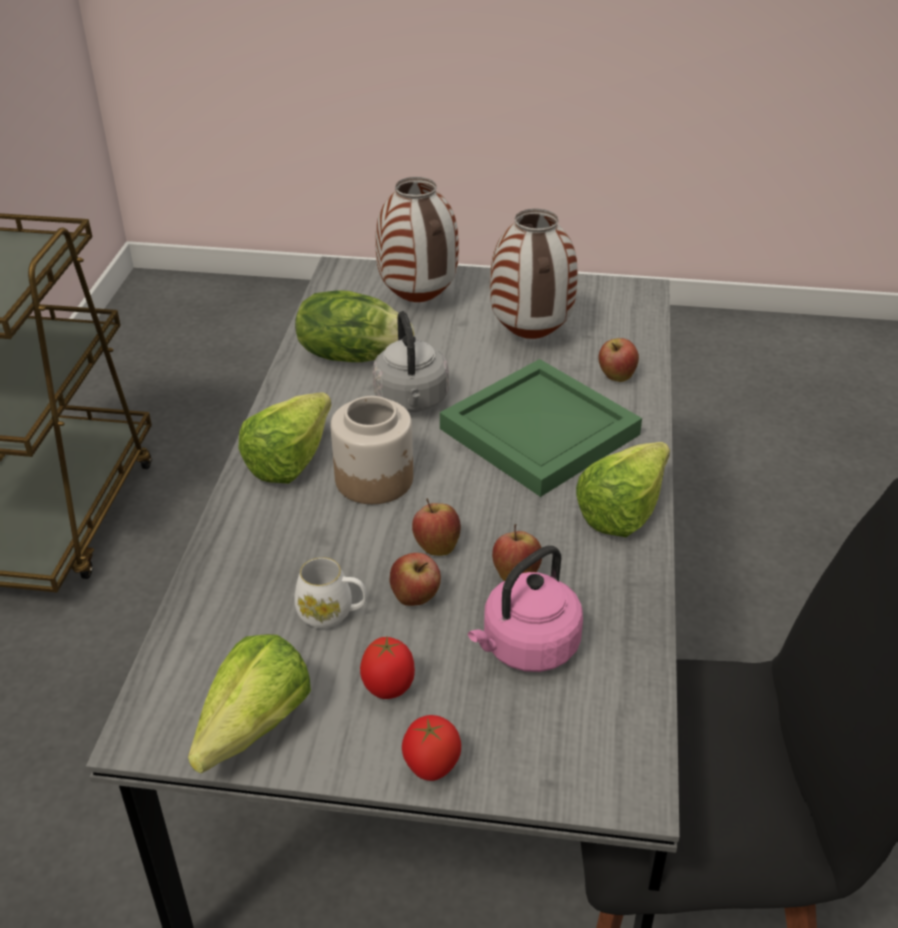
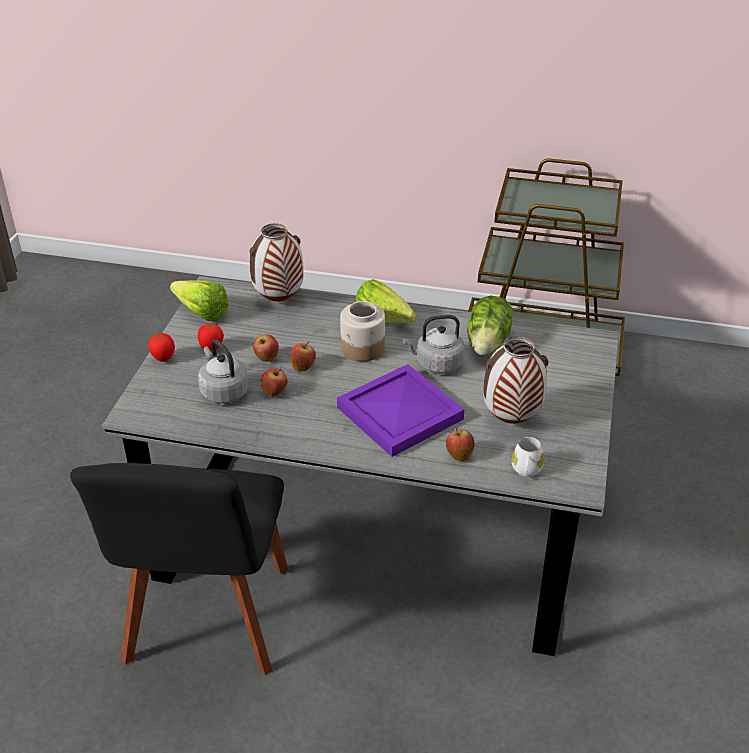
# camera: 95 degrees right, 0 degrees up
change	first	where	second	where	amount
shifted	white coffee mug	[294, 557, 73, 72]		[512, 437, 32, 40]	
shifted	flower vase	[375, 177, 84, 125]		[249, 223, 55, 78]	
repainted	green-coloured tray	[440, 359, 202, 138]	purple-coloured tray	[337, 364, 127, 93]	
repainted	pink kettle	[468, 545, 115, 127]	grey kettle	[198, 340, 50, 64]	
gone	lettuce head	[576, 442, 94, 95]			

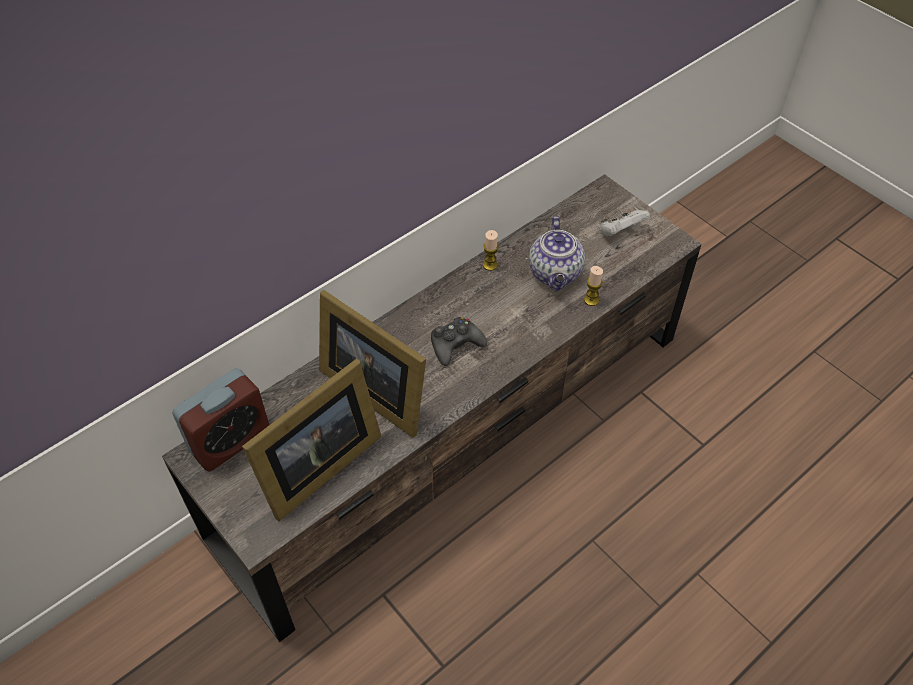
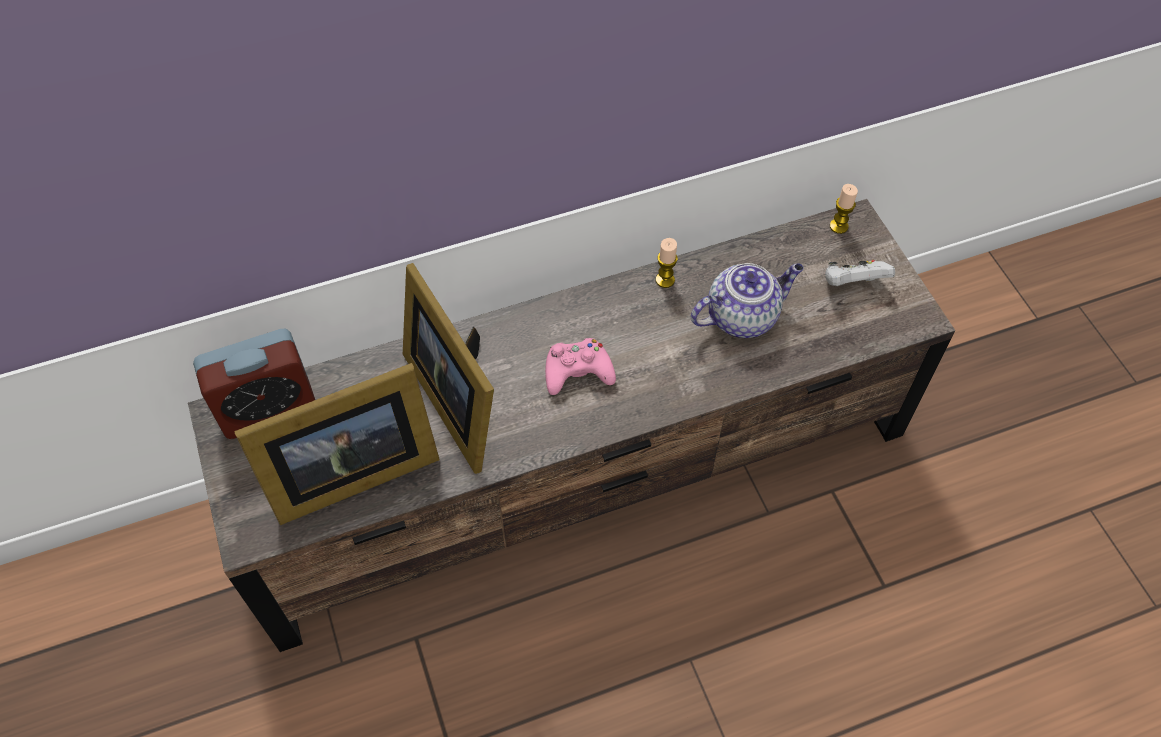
# camera: 20 degrees right, 5 degrees up
change	first	where	second	where	amount
repainted	black joypad	[431, 317, 56, 49]	pink joypad	[545, 338, 71, 57]	
rotated	tea pot	[529, 217, 56, 74]		[691, 263, 113, 75]	135 degrees counterclockwise
shifted	candle	[584, 266, 19, 40]		[830, 184, 28, 50]	

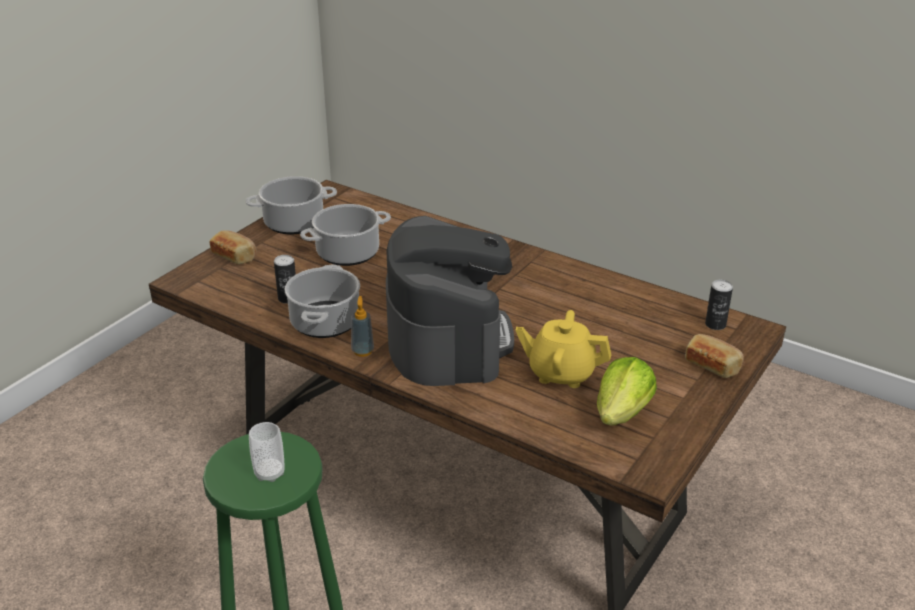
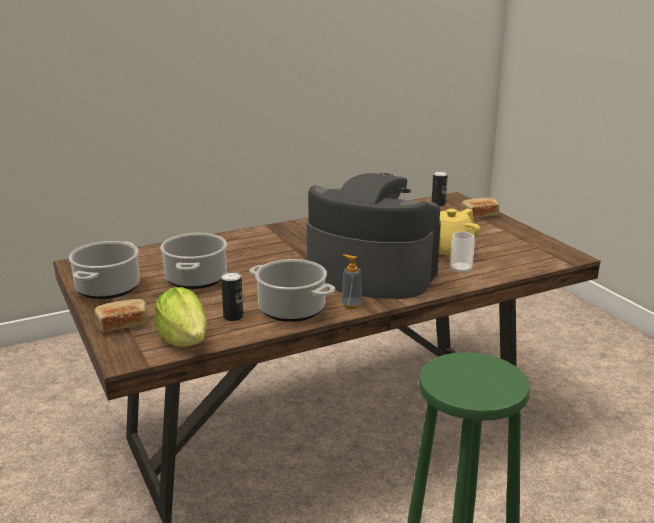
# camera: 60 degrees left, 10 degrees down
change	first	where	second	where	amount
shifted	drinking cup	[249, 422, 36, 60]		[450, 232, 25, 43]	
shifted	lettuce head	[597, 357, 60, 68]		[155, 287, 51, 60]	

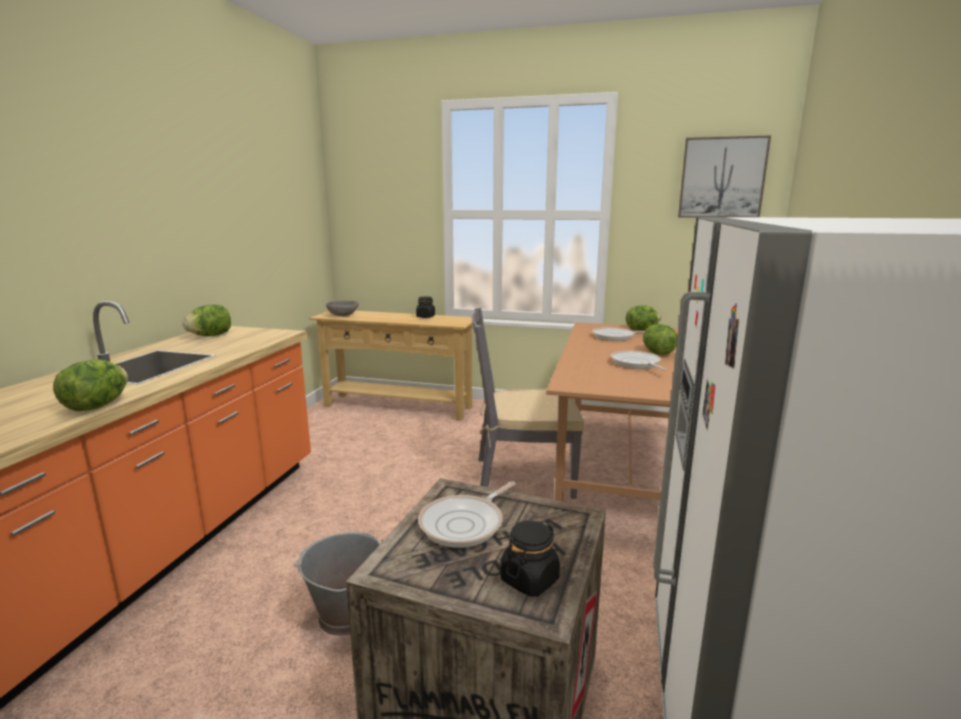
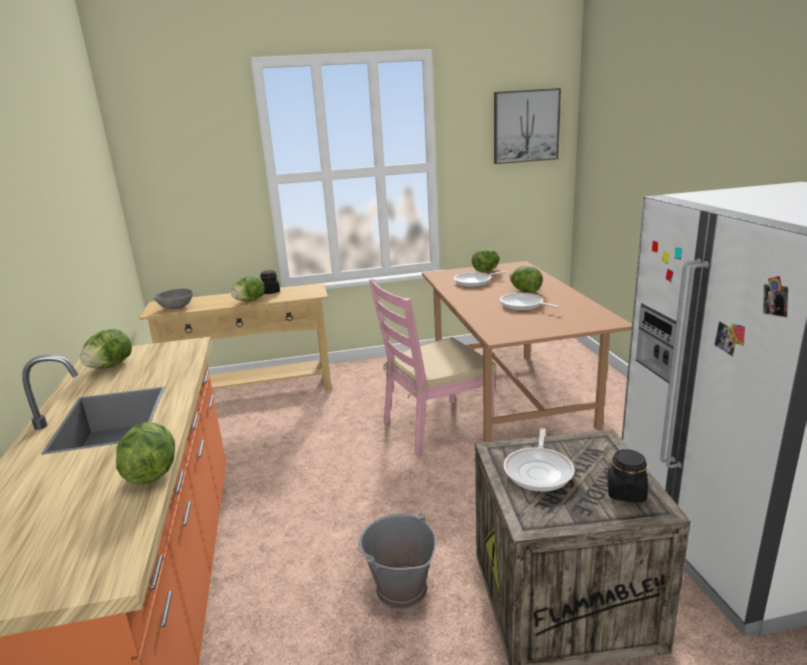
# camera: 25 degrees left, 5 degrees up
change	first	where	second	where	amount
repainted	grey upright chair	[472, 308, 112, 191]	pink upright chair	[369, 278, 127, 179]	
new			lettuce head	[231, 276, 34, 26]	

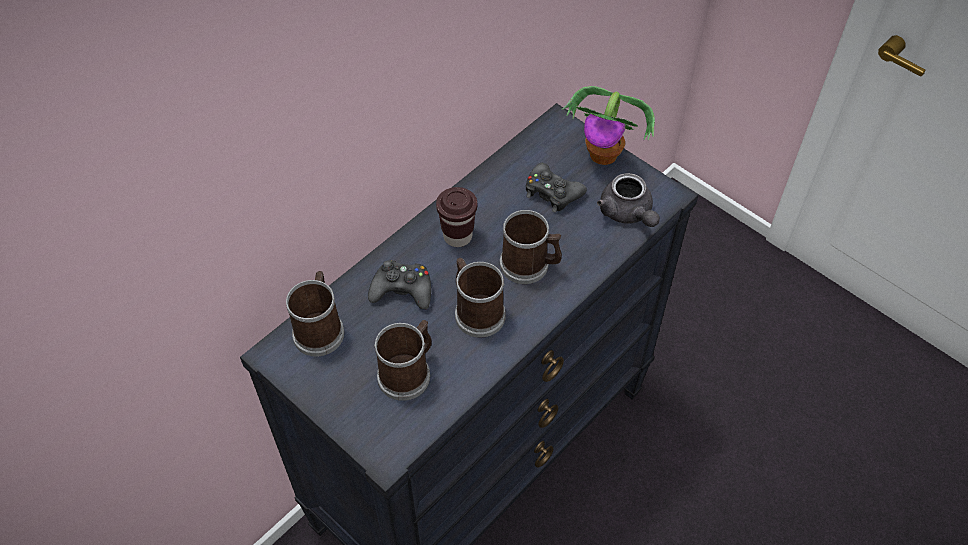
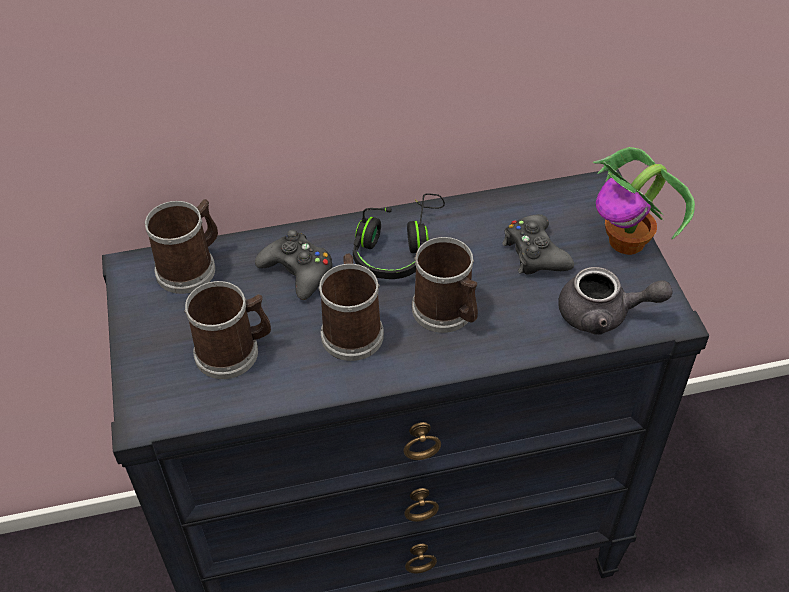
# camera: 35 degrees right, 5 degrees down
change	first	where	second	where	amount
swapped	brownish drinking cup	[436, 187, 41, 60]	black headset	[353, 193, 92, 86]	
rotated	grey tea pot	[597, 173, 63, 54]		[558, 267, 115, 68]	90 degrees counterclockwise

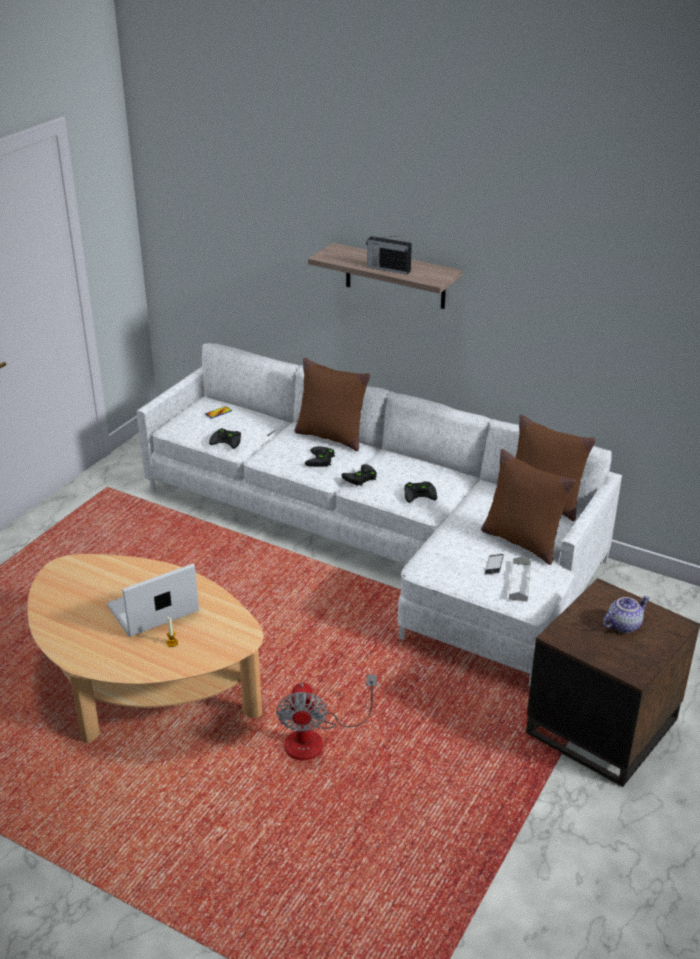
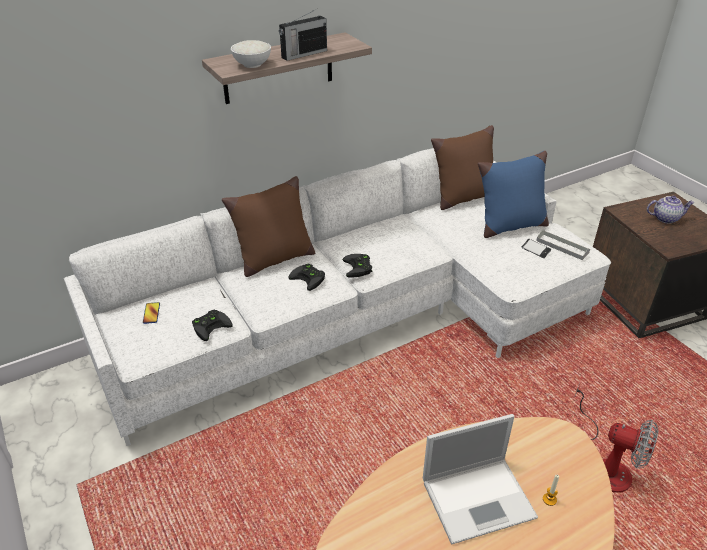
# camera: 60 degrees left, 5 degrees up
change	first	where	second	where	amount
rotated	laptop	[107, 564, 92, 73]		[423, 414, 115, 130]	105 degrees counterclockwise
gone	black joypad	[404, 481, 33, 22]			
repainted	brownish cushion	[481, 449, 95, 116]	blue cushion	[478, 151, 71, 87]	
rotated	tea pot	[603, 596, 47, 37]		[647, 196, 48, 28]	90 degrees clockwise
new			white bowl	[231, 40, 40, 28]	

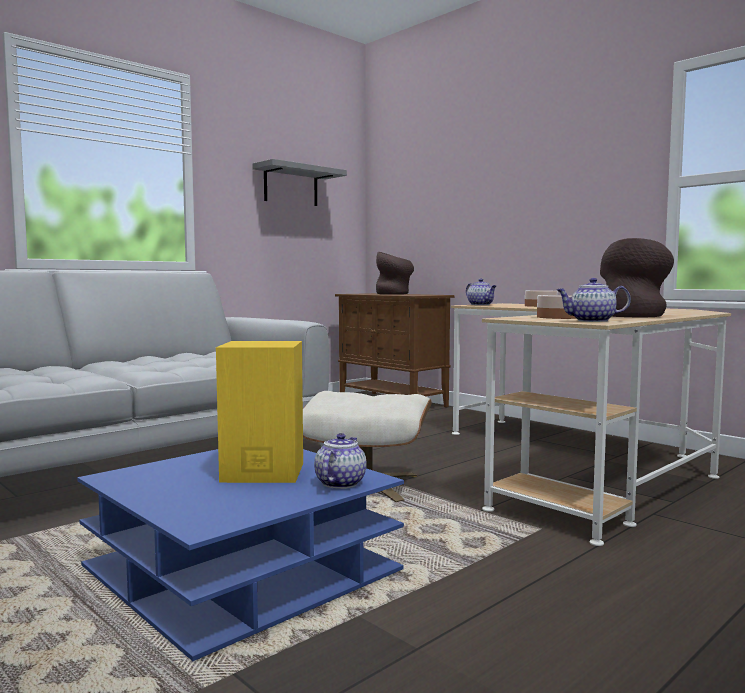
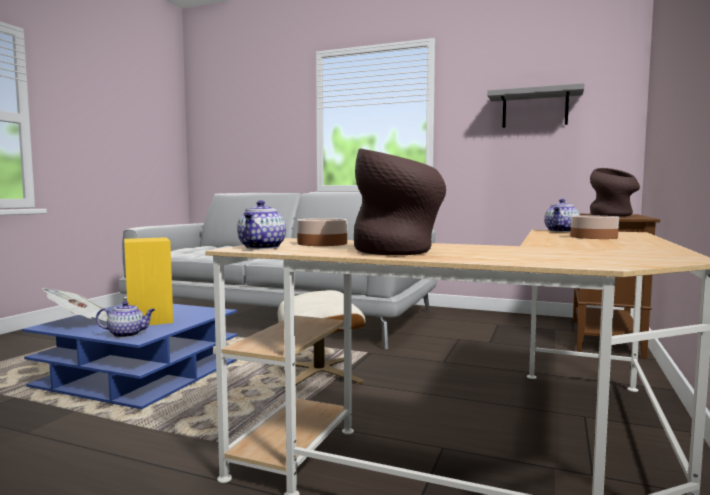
# camera: 65 degrees right, 0 degrees up
change	first	where	second	where	amount
rotated	tea pot	[557, 278, 74, 44]		[237, 200, 49, 49]	150 degrees counterclockwise
new			daily paper	[42, 288, 66, 33]	

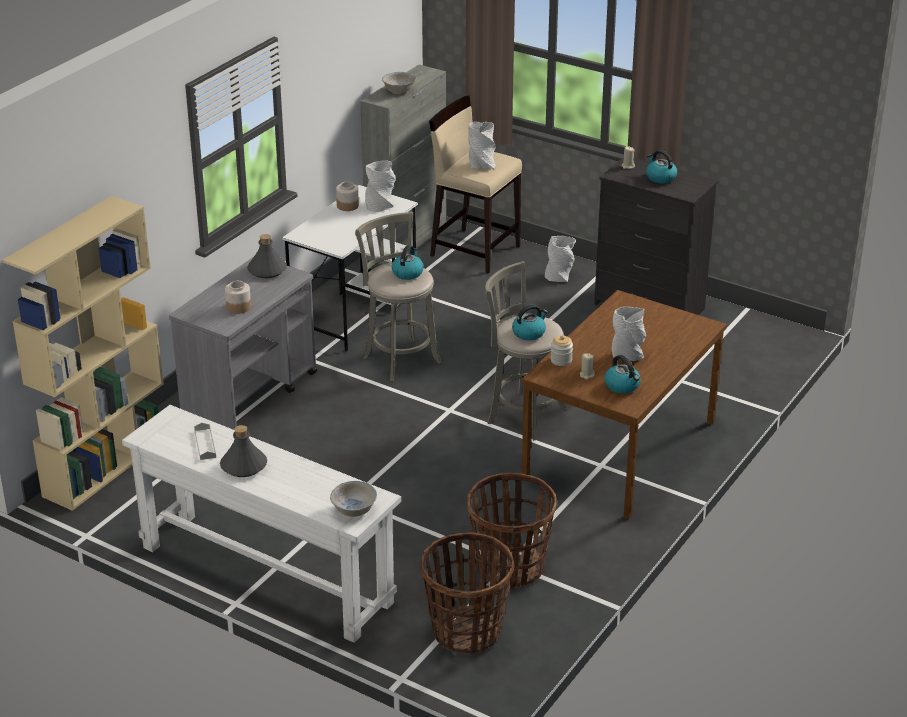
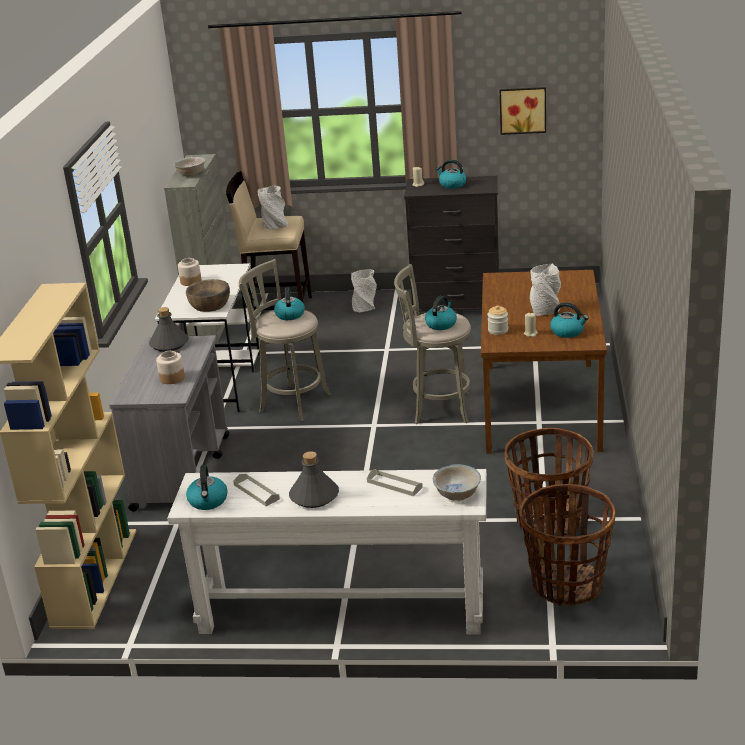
# camera: 25 degrees left, 5 degrees down
change	first	where	second	where	amount
gone	grey flower vase	[365, 160, 30, 52]			
new			brownish bowl	[186, 279, 44, 33]	
new			kettle	[186, 465, 42, 45]	
new			grey tray	[367, 469, 56, 27]	
new			wall art	[500, 87, 46, 48]	

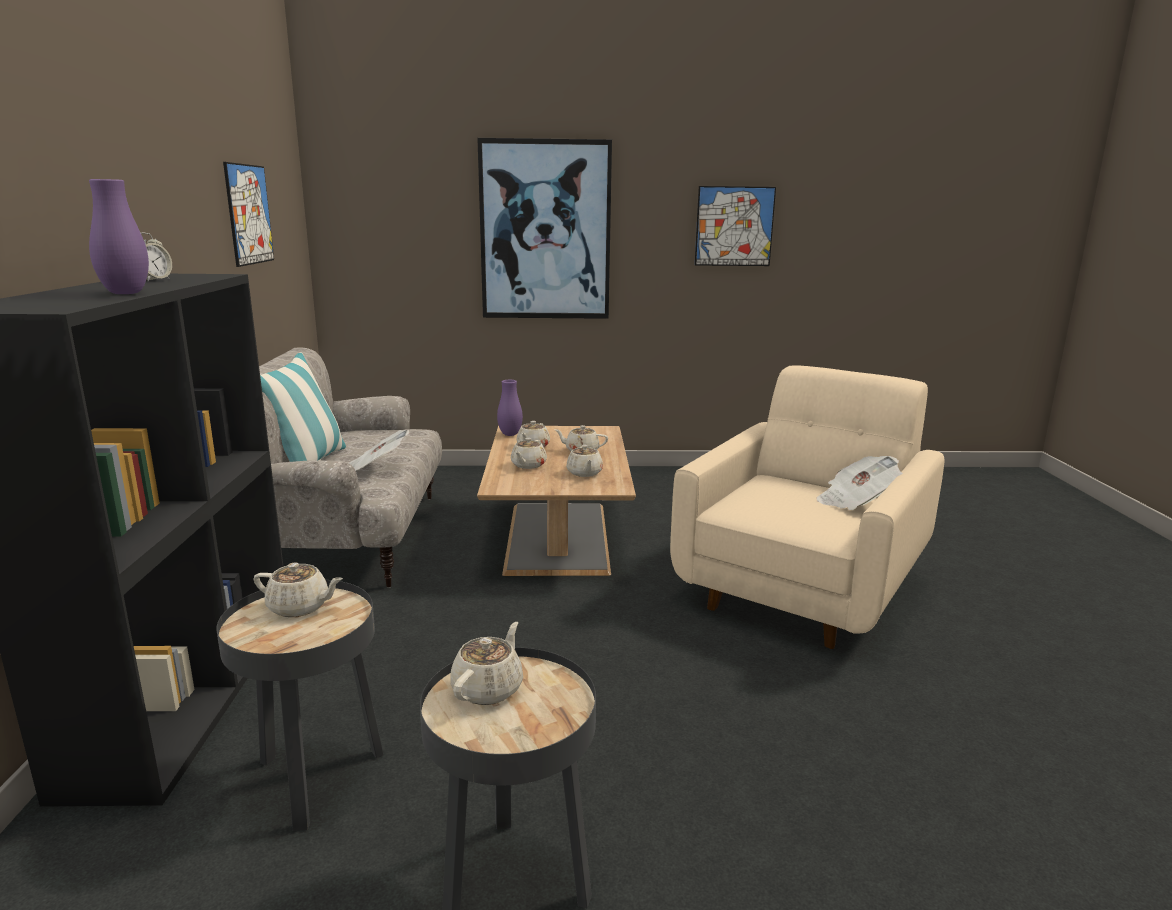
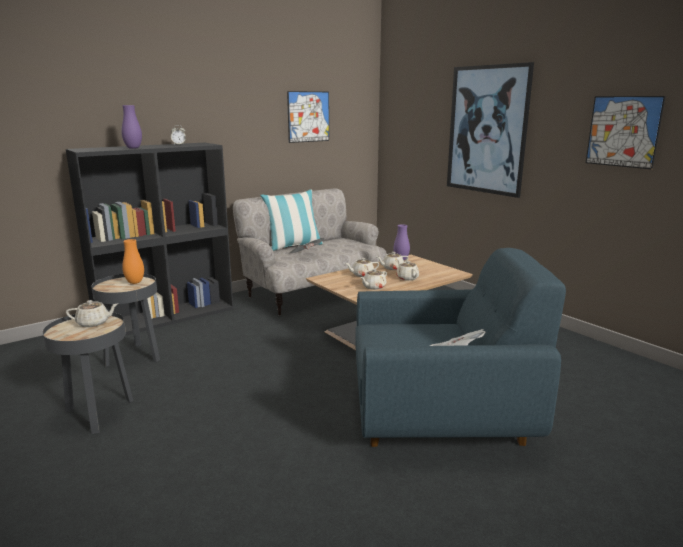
# camera: 55 degrees right, 0 degrees up
change	first	where	second	where	amount
swapped	beige tea pot	[253, 562, 90, 55]	orange flower vase	[122, 239, 22, 45]	
repainted	beige easy chair	[670, 365, 274, 284]	blue easy chair	[355, 248, 211, 199]	

